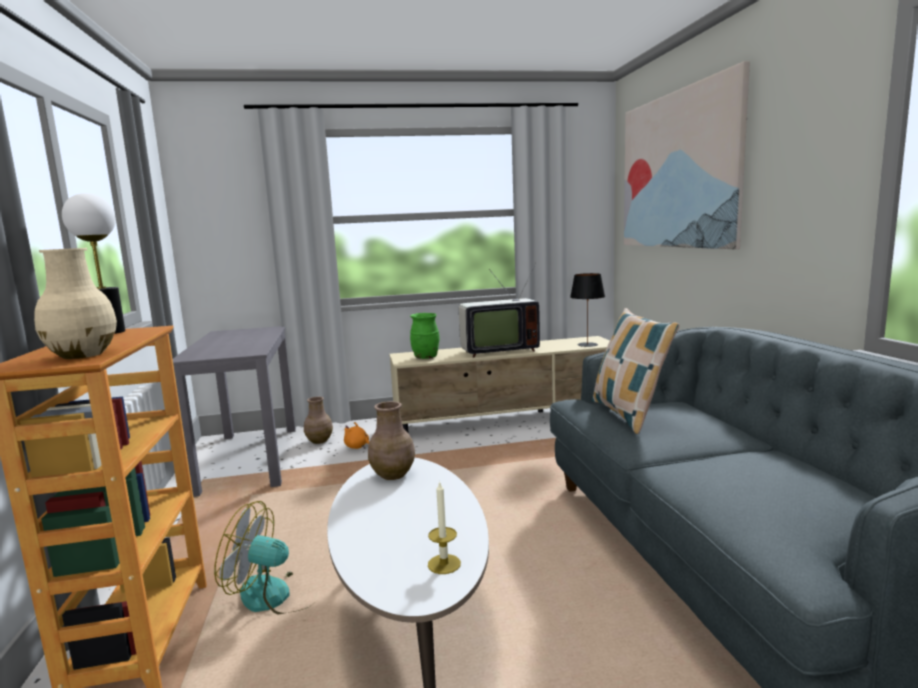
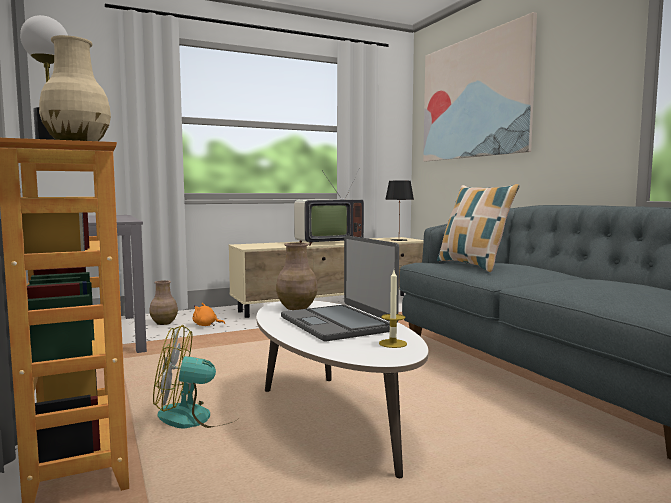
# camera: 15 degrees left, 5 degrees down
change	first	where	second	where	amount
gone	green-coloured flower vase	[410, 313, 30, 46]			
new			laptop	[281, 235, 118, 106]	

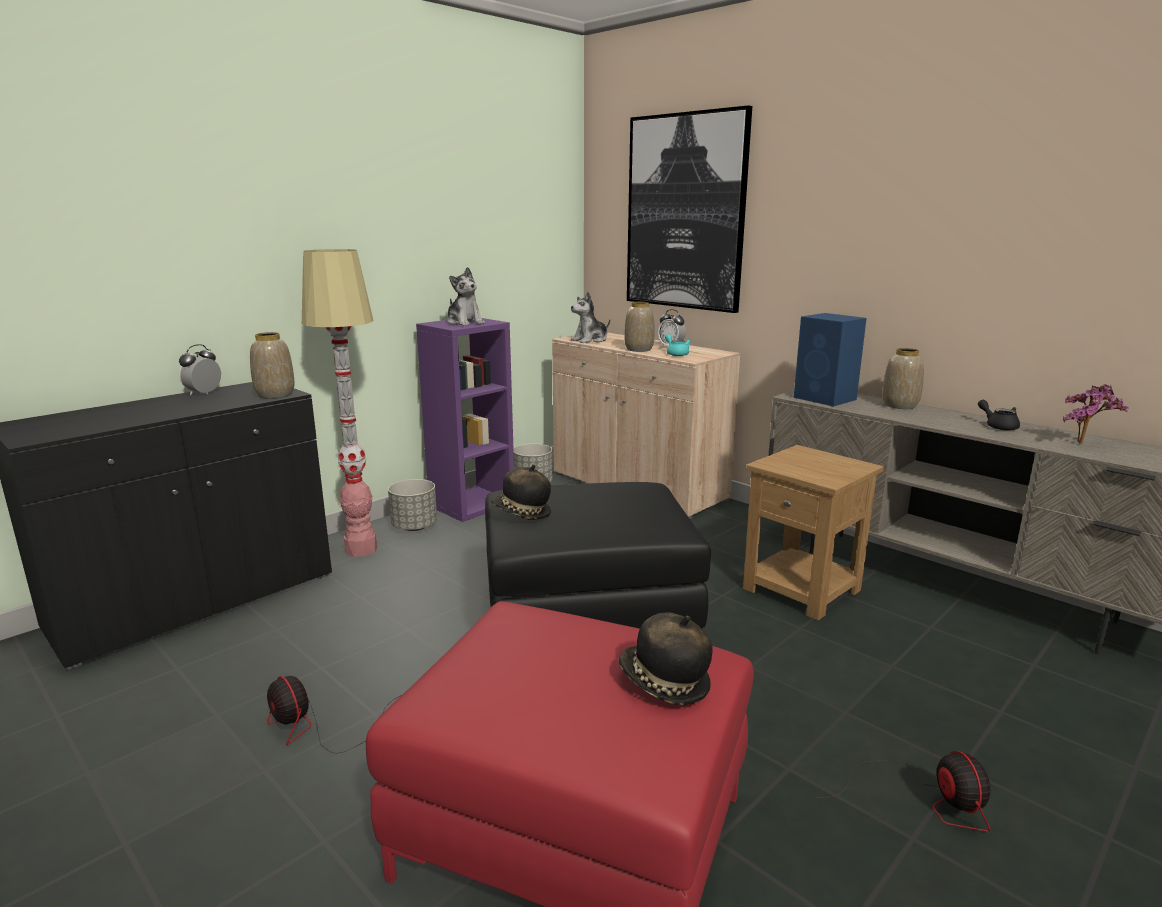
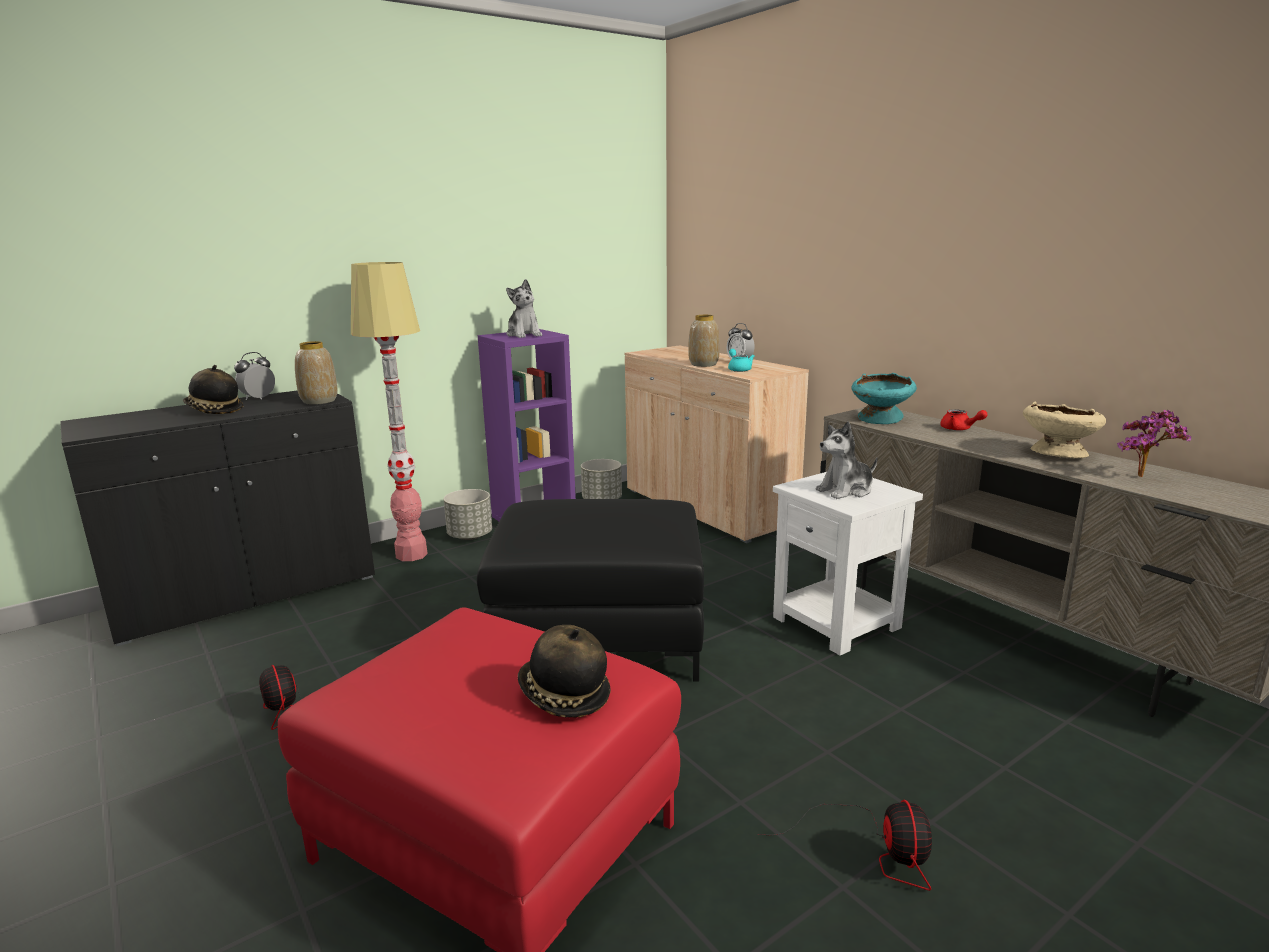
# camera: 10 degrees right, 0 degrees up
change	first	where	second	where	amount
shifted	clothing hat	[491, 464, 60, 56]		[183, 365, 60, 49]	
shifted	soft toy	[571, 292, 39, 51]		[816, 421, 61, 78]	
gone	wall art	[627, 105, 125, 208]			
repainted	brownish end table	[743, 445, 141, 175]	white end table	[773, 472, 150, 184]	
swapped	blue loudspeaker	[793, 313, 74, 94]	turquoise bowl	[851, 373, 66, 51]	
swapped	flower vase	[882, 348, 42, 61]	red-coloured tea pot	[940, 409, 48, 22]	
swapped	black tea pot	[978, 400, 42, 30]	beige bowl	[1023, 402, 83, 56]	

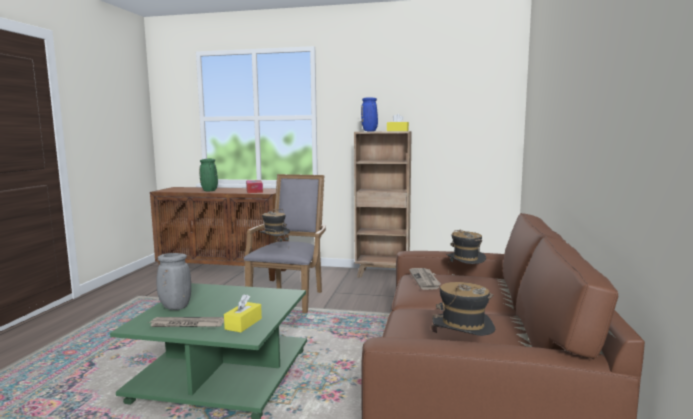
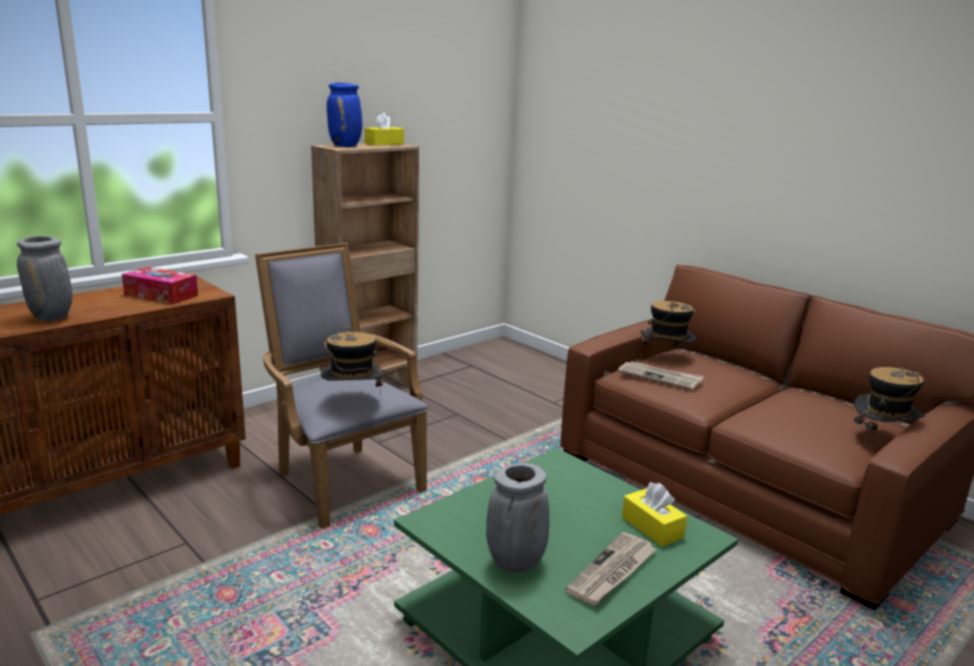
# camera: 55 degrees left, 10 degrees up
change	first	where	second	where	amount
repainted	green-coloured flower vase	[199, 159, 19, 32]	grey flower vase	[17, 236, 56, 85]	

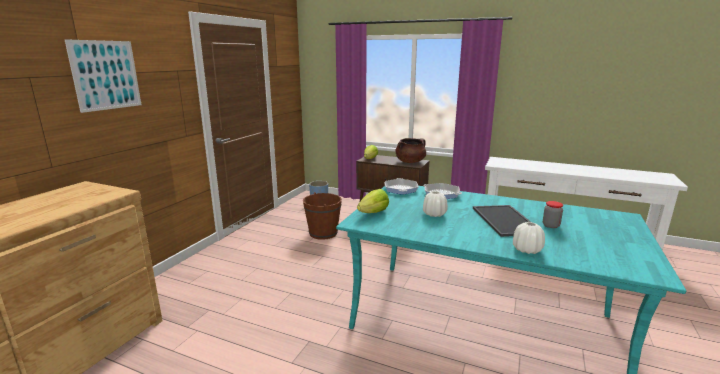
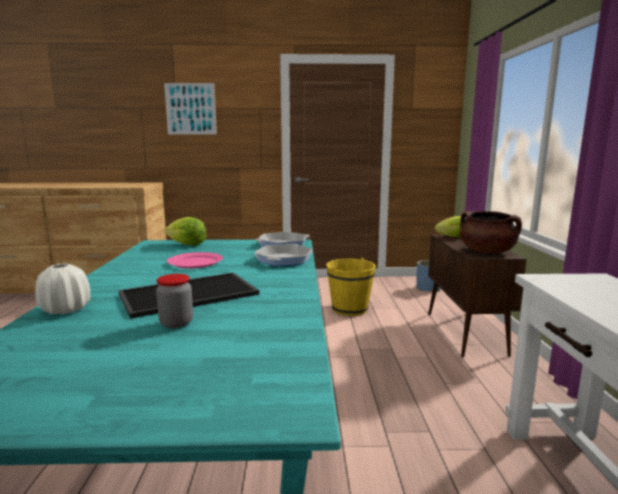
# camera: 65 degrees right, 5 degrees down
change	first	where	second	where	amount
repainted	brownish pail	[303, 192, 39, 48]	yellow pail	[326, 258, 50, 58]	
swapped	white flower vase	[423, 191, 25, 26]	pink plate	[167, 252, 56, 17]	

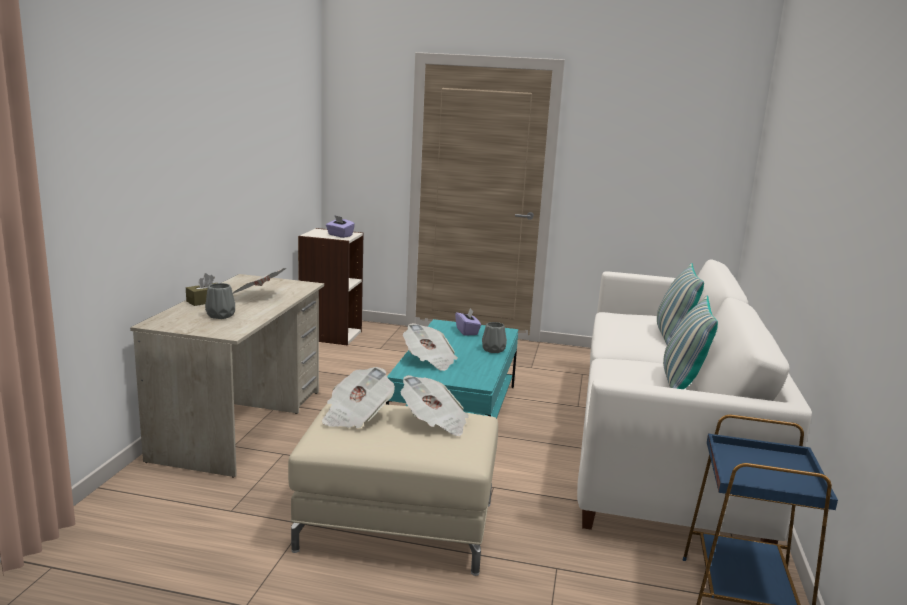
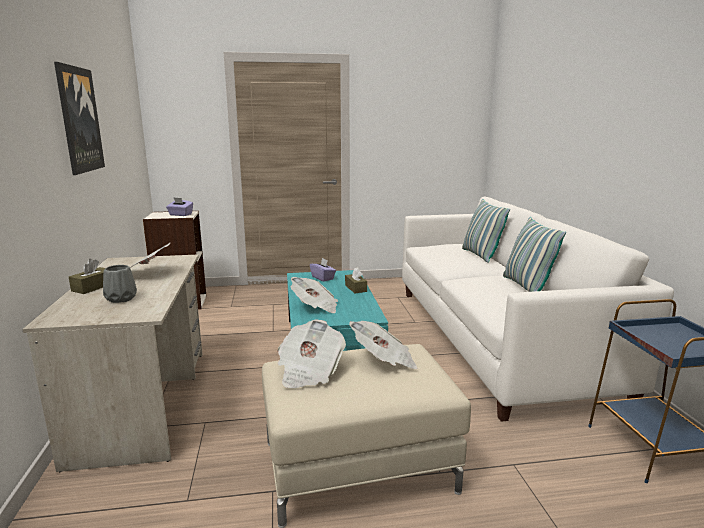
# camera: 20 degrees left, 0 degrees up
change	first	where	second	where	amount
swapped	grey flower vase	[482, 322, 25, 31]	brownish tissue holder	[345, 268, 22, 25]	
new			wall art	[54, 62, 51, 113]	

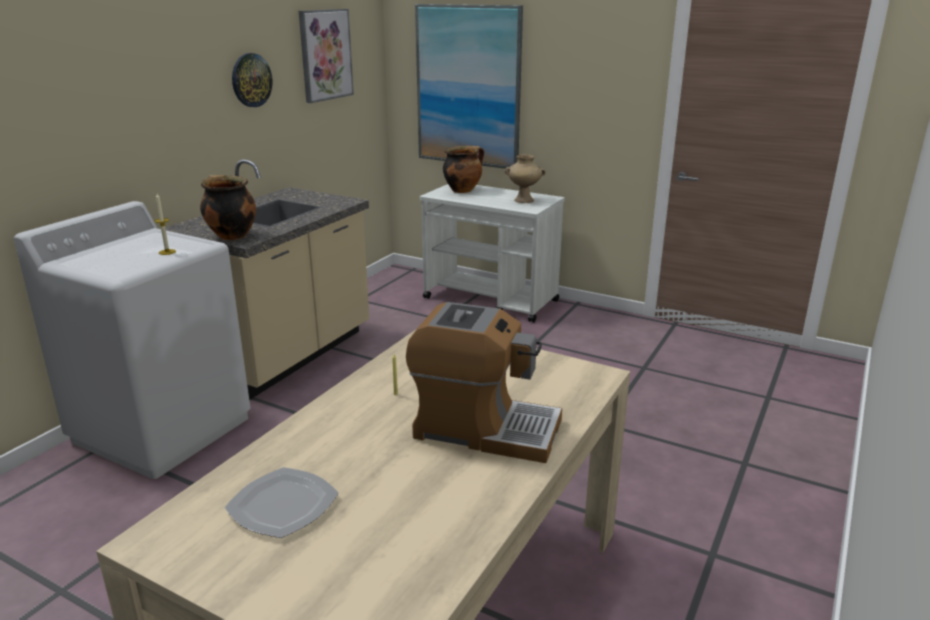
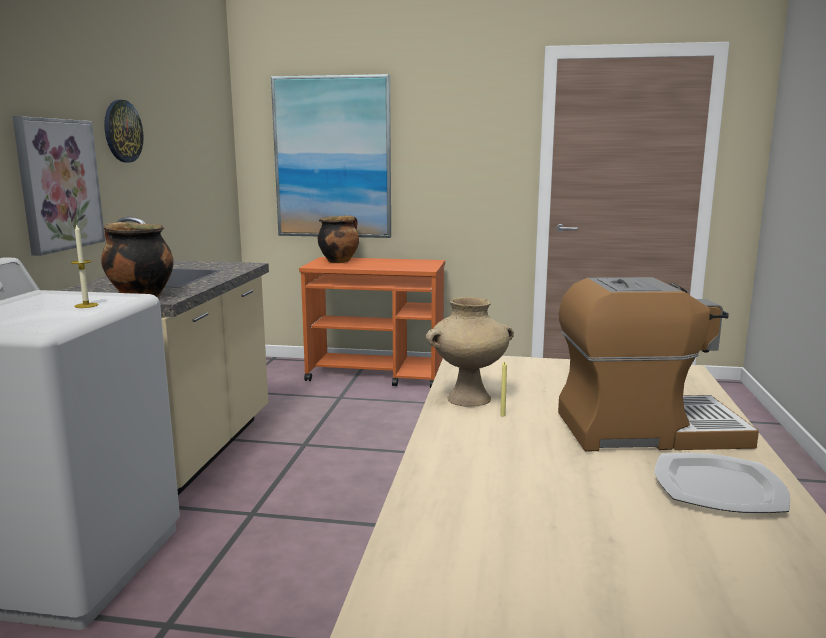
# camera: 20 degrees left, 10 degrees down
change	first	where	second	where	amount
shifted	plate	[224, 467, 115, 71]		[655, 453, 135, 60]	
shifted	wall art	[299, 9, 55, 94]		[12, 116, 93, 140]	
repainted	white wheeled cart	[420, 184, 145, 139]	orange wheeled cart	[299, 257, 146, 131]	
shifted	beige flower vase	[504, 154, 42, 49]		[426, 297, 88, 110]	

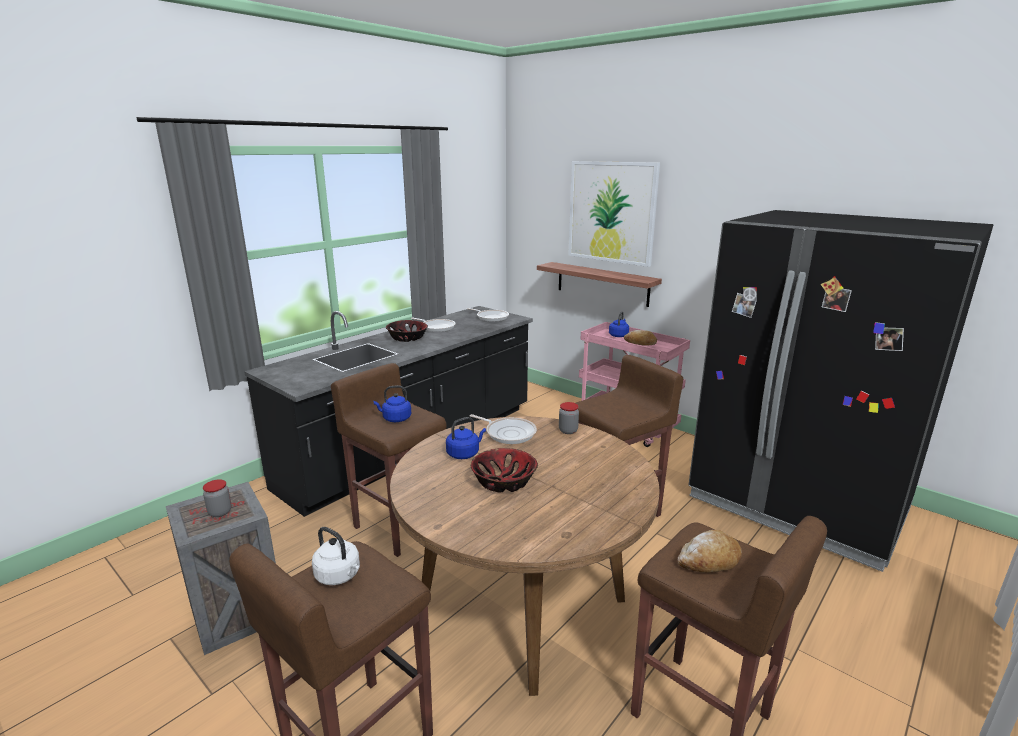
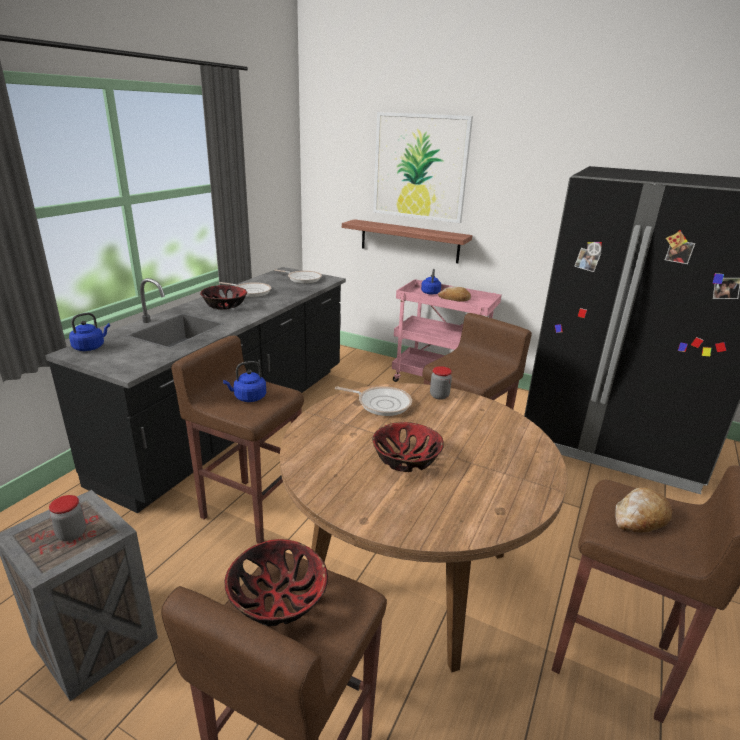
# camera: 15 degrees left, 5 degrees up
change	first	where	second	where	amount
swapped	white kettle	[312, 527, 48, 58]	bowl	[225, 539, 103, 87]	
shifted	blue kettle	[446, 417, 40, 42]		[69, 312, 41, 39]	

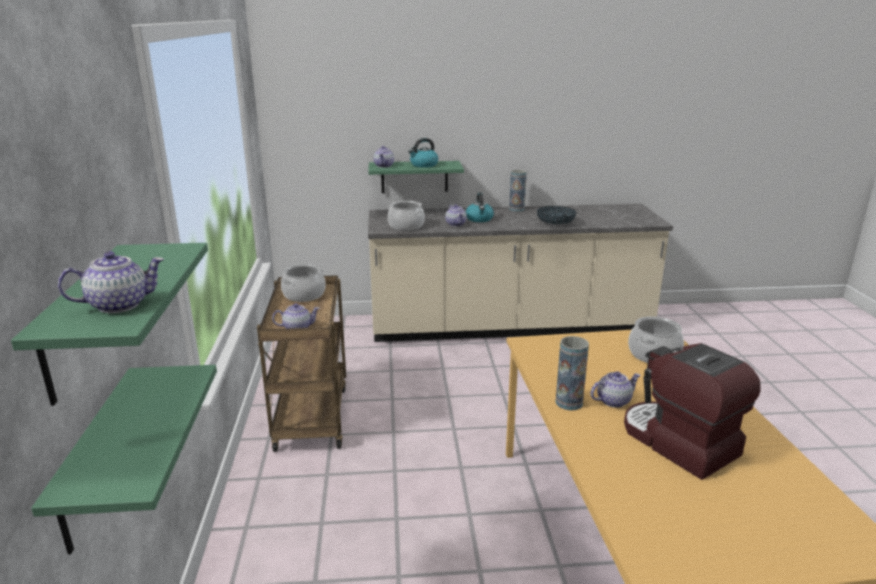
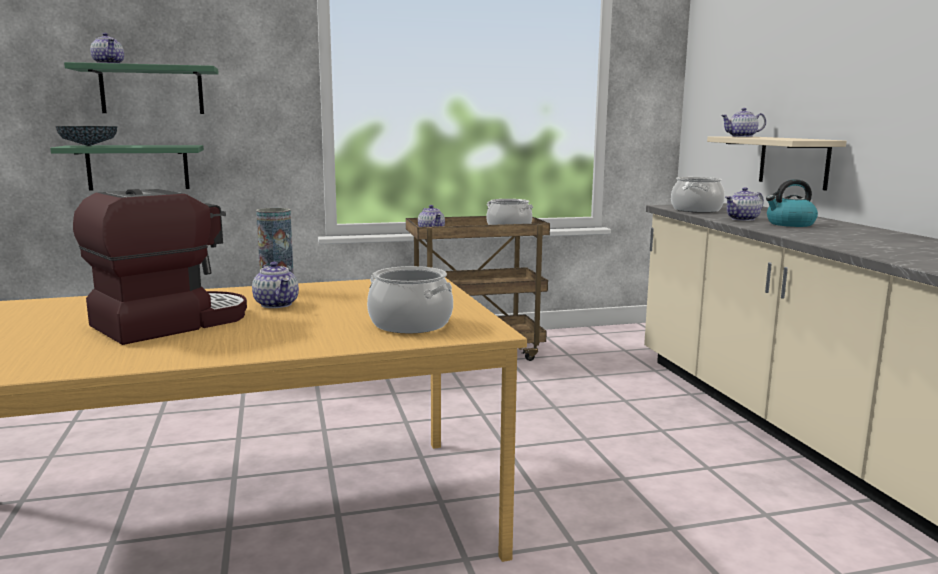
# camera: 80 degrees right, 10 degrees down
change	first	where	second	where	amount
repainted	green-coloured wall shelf	[368, 161, 96, 32]	beige wall shelf	[707, 137, 140, 54]	
gone	kettle	[408, 138, 30, 30]			
gone	flower vase	[509, 170, 18, 42]			
shifted	bowl	[537, 206, 39, 19]		[56, 126, 61, 20]	

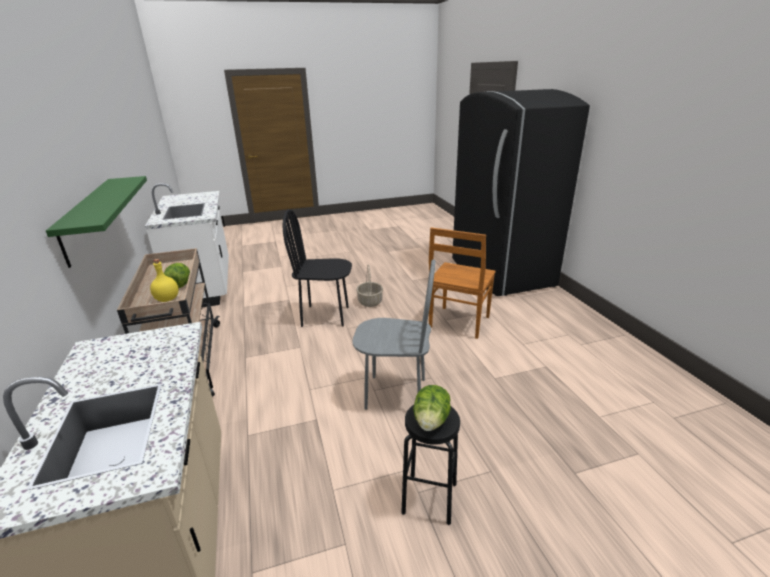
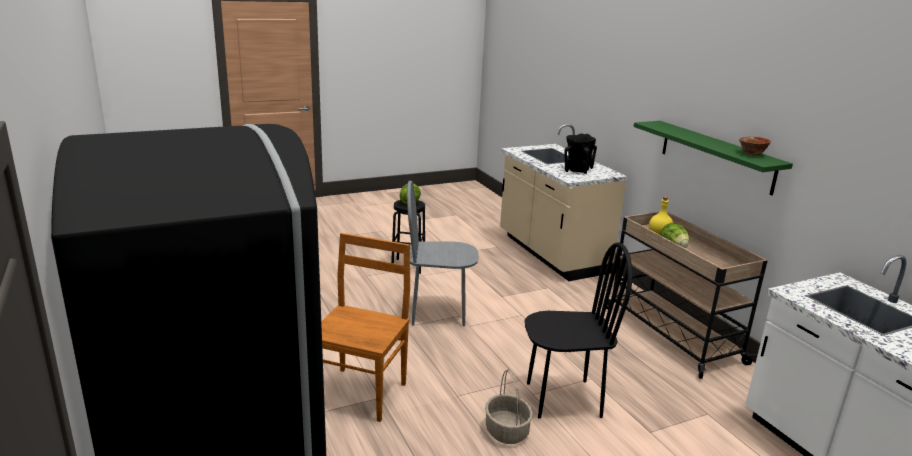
# camera: 170 degrees right, 5 degrees down
change	first	where	second	where	amount
new			black flower vase	[564, 133, 33, 41]	
new			bowl	[739, 136, 32, 20]	

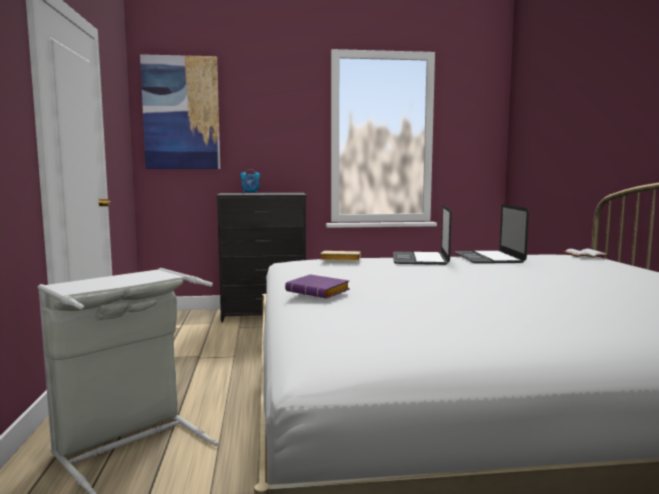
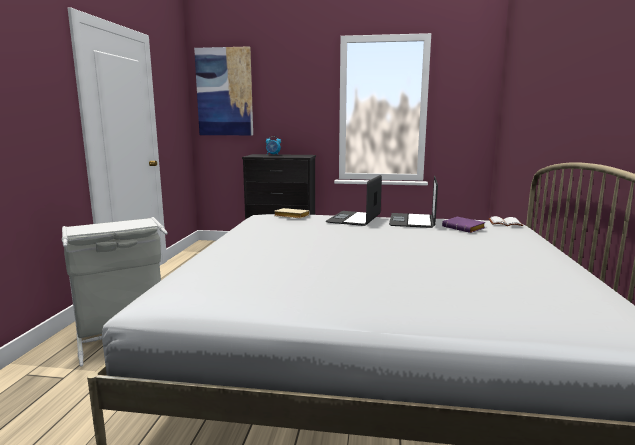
# camera: 15 degrees right, 5 degrees up
change	first	where	second	where	amount
shifted	purple-coloured book	[285, 274, 65, 24]		[442, 217, 44, 16]	

